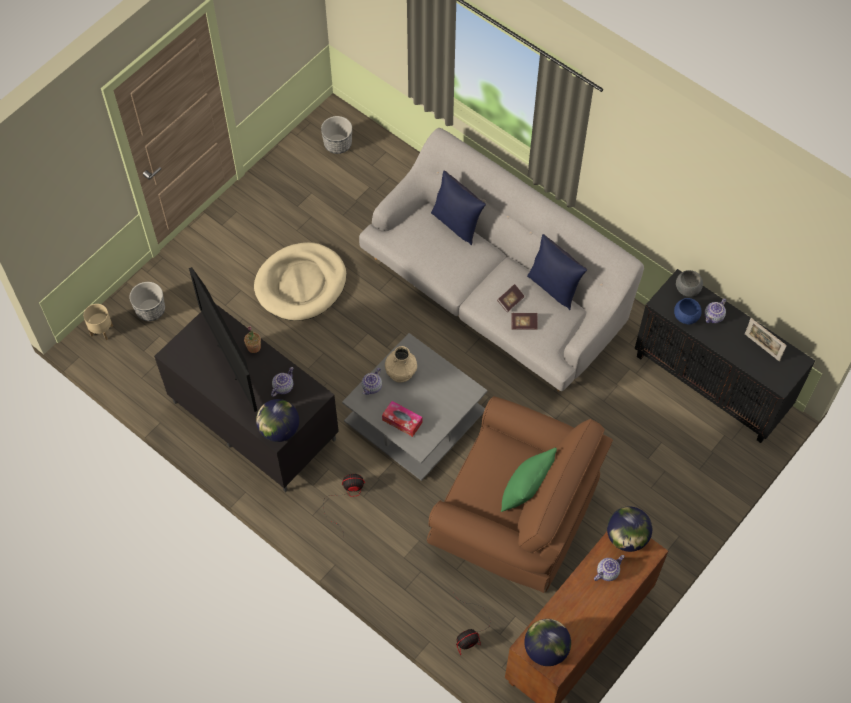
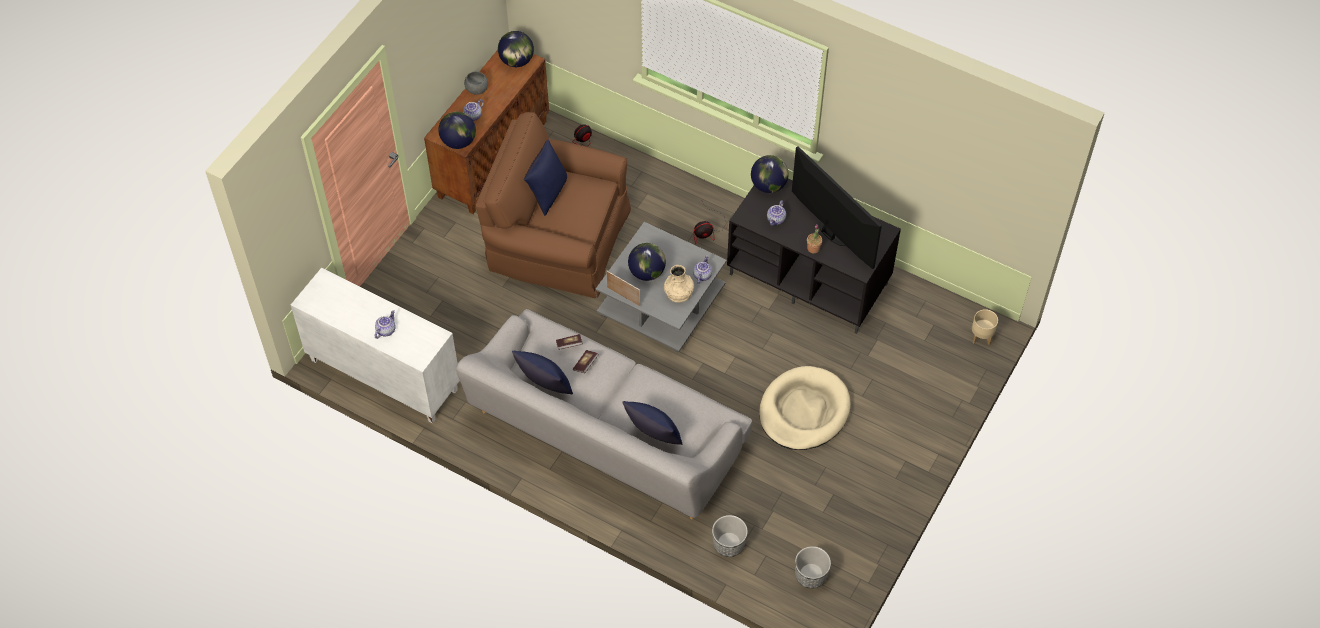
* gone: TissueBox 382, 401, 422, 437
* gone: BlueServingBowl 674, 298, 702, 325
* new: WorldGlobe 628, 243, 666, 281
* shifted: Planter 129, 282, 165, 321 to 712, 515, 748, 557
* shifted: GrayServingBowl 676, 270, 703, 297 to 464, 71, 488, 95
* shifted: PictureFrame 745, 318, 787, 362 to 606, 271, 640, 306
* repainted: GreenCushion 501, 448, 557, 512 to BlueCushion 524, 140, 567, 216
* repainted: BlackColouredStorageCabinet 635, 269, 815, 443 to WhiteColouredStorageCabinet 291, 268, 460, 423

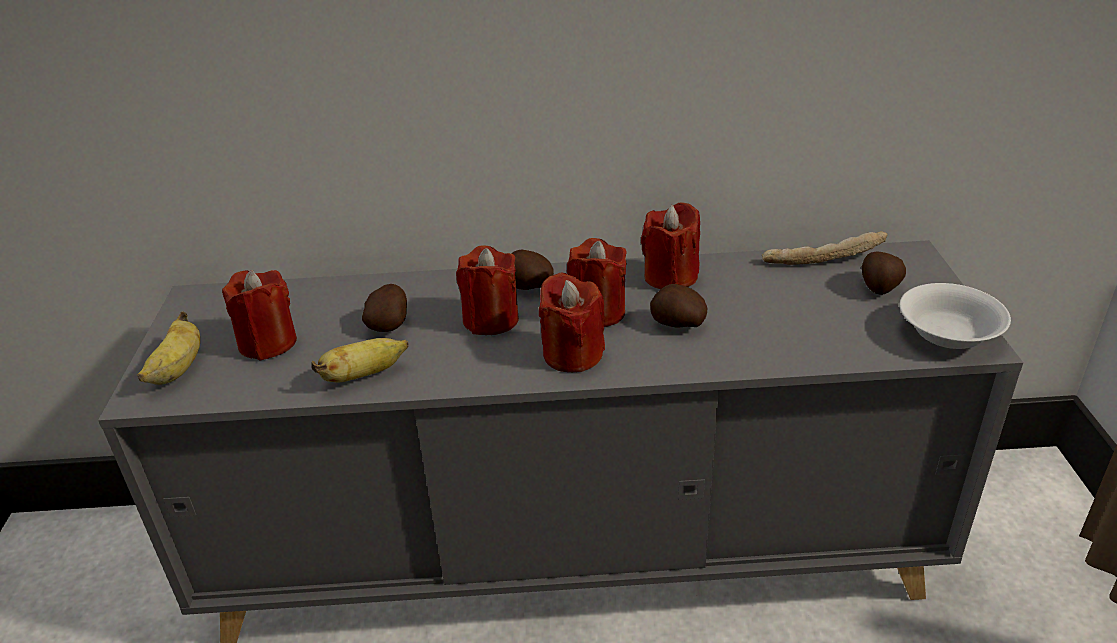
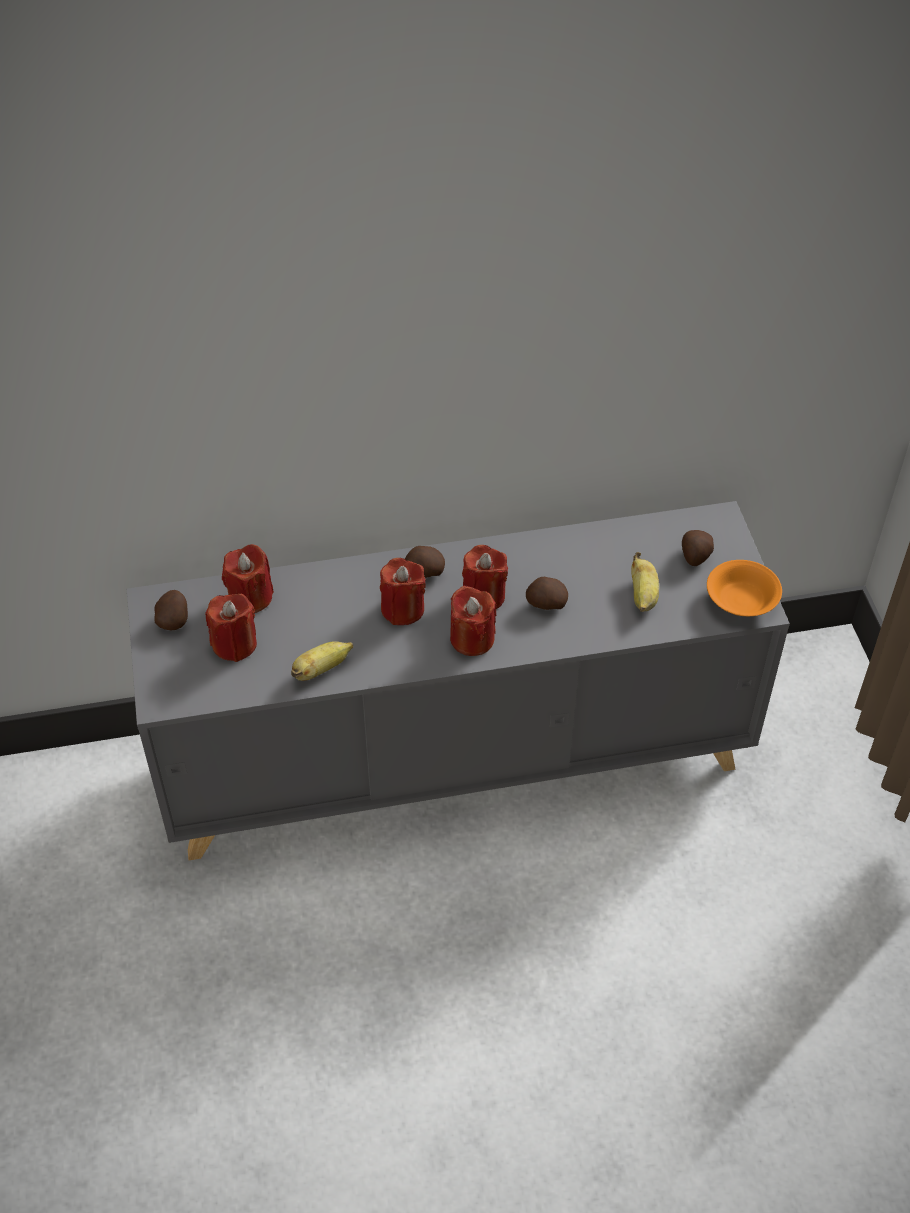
* gone: Bread 762, 231, 888, 265
* shifted: BananaFruit 137, 312, 200, 385 to 631, 552, 659, 612
* shifted: Spud 362, 284, 407, 332 to 154, 590, 188, 631
* shifted: RedCandle 641, 202, 700, 289 to 222, 544, 274, 613
* repainted: WhiteColouredServingBowl 900, 283, 1011, 349 to OrangeColouredServingBowl 707, 560, 782, 616

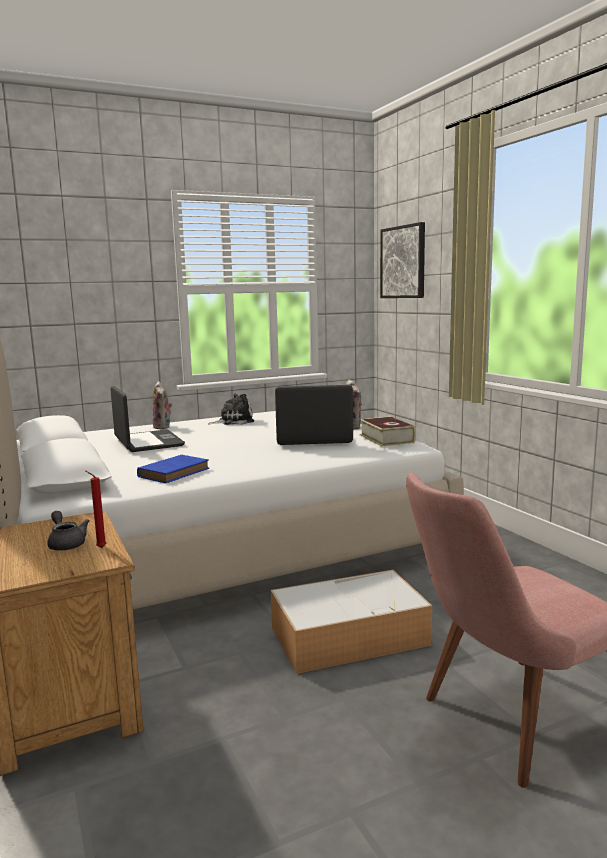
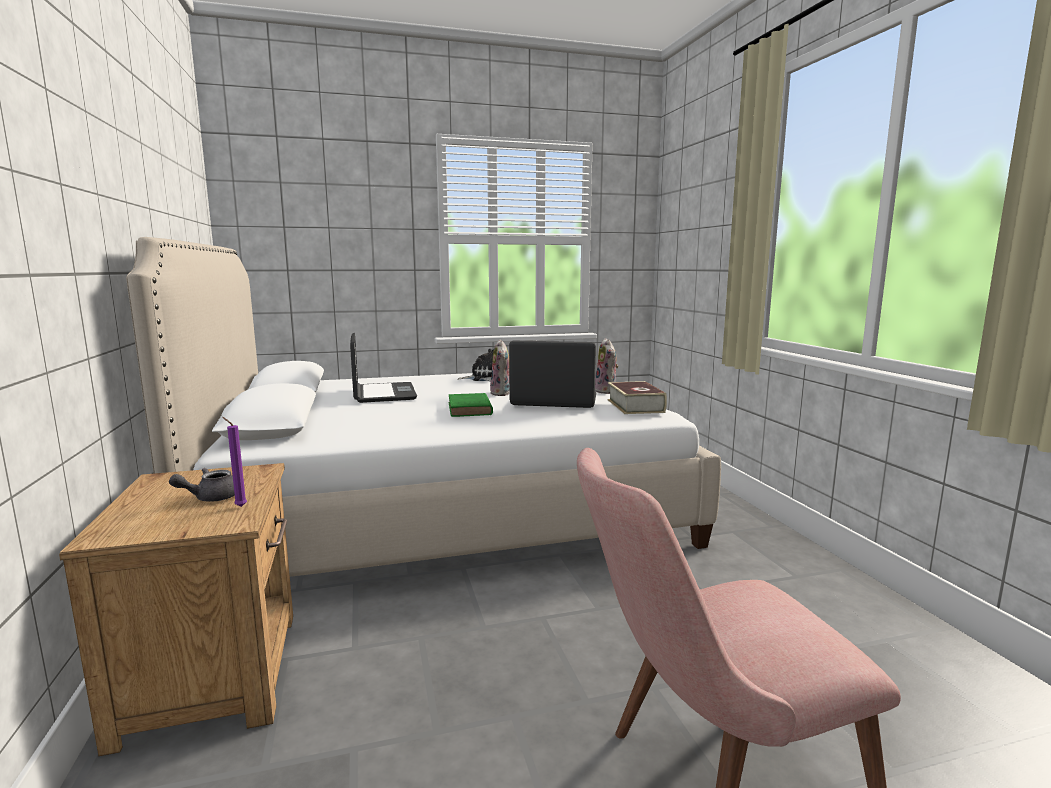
* gone: BlueBoundBook 137, 455, 209, 483
* gone: StorageBin 271, 570, 432, 674
* gone: WallPicture 380, 222, 425, 298
* new: GreenBoundBook 449, 393, 493, 417
* shifted: PlushToy 152, 381, 172, 429 to 490, 339, 509, 396
* repainted: RedCandle 86, 471, 106, 548 to PurpleCandle 222, 417, 247, 507
* rotated: GrayTeapot 47, 511, 90, 551 = 169, 468, 235, 502 105 degrees counterclockwise

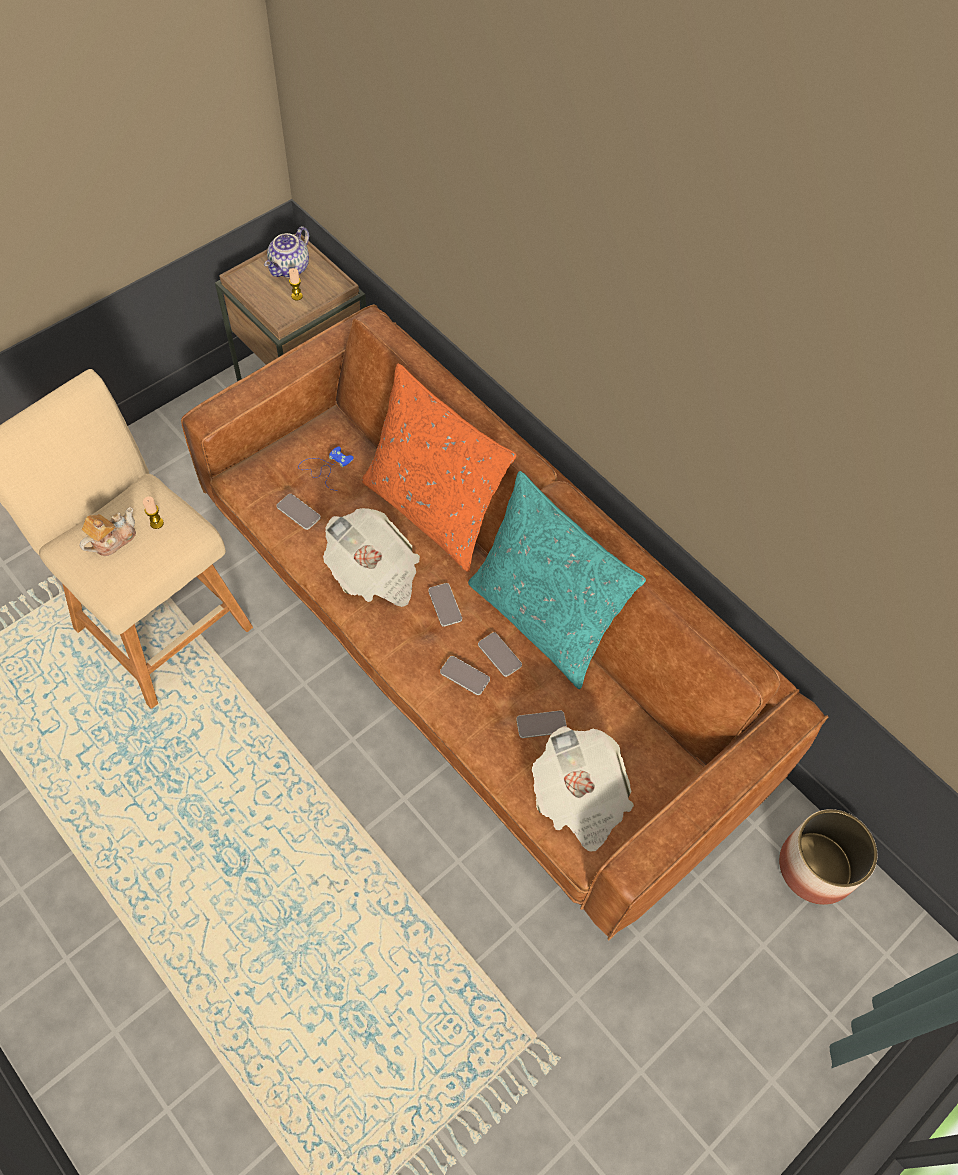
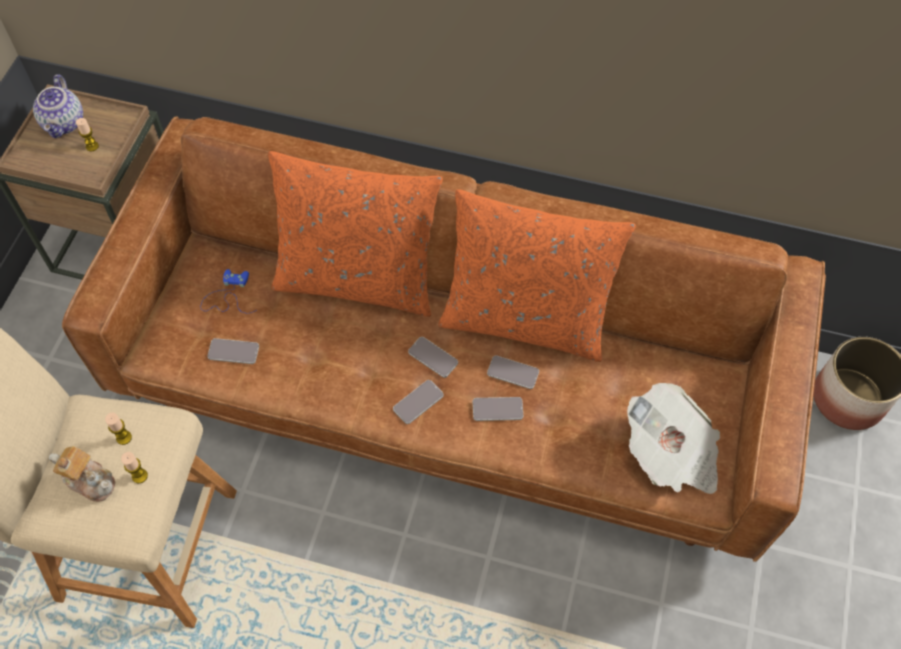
* gone: DailyPaper 323, 508, 420, 607
* new: Candle 121, 452, 148, 483
* shifted: Handset 516, 711, 567, 738 to 393, 380, 443, 424
* repainted: BlueGreenCushion 468, 471, 646, 689 to OrangeColouredCushion 438, 189, 636, 362
* rotated: Teapot 79, 507, 136, 556 = 49, 446, 115, 502 105 degrees clockwise

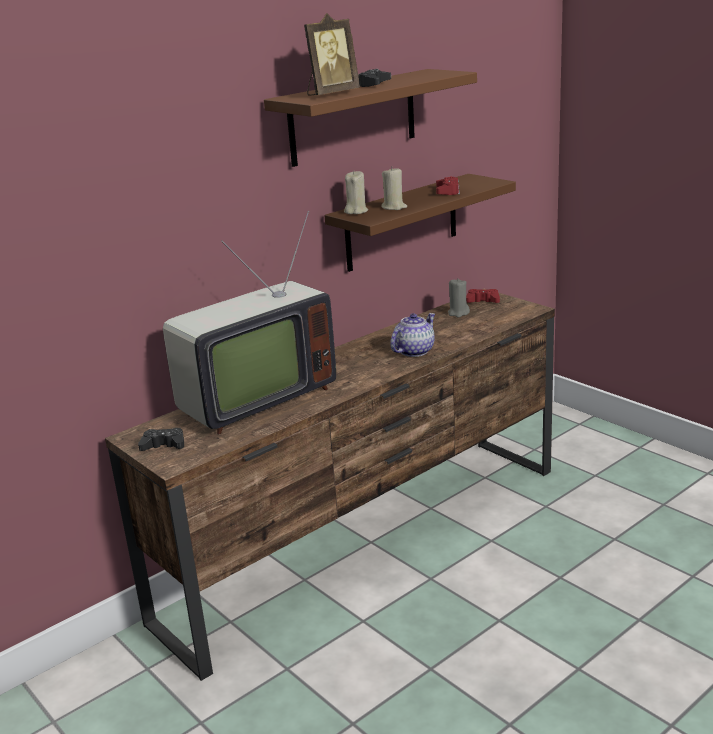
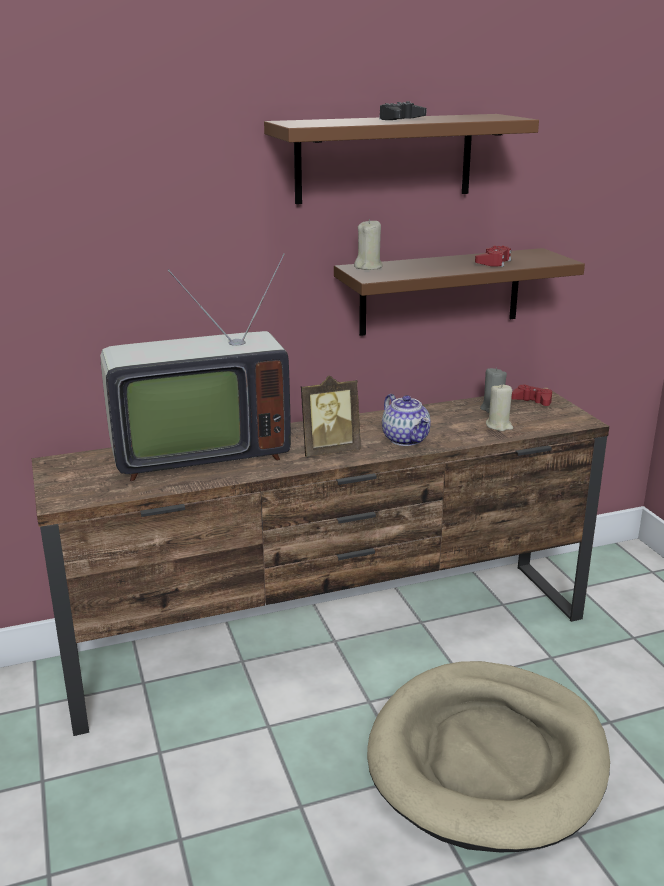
* gone: BlackColouredJoypad 138, 428, 184, 451
* new: SandColouredPetBed 367, 661, 610, 852
* shifted: PictureFrame 304, 13, 360, 96 to 301, 375, 361, 457
* shifted: SandColouredCandle 381, 167, 407, 210 to 486, 383, 513, 431
* rotated: Teapot 390, 313, 435, 357 = 382, 394, 431, 446 90 degrees clockwise

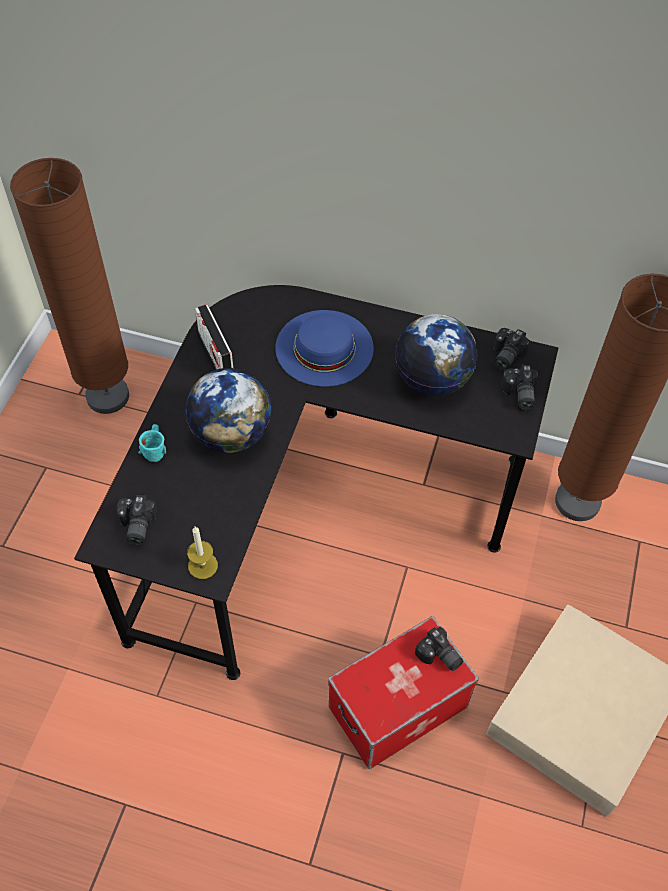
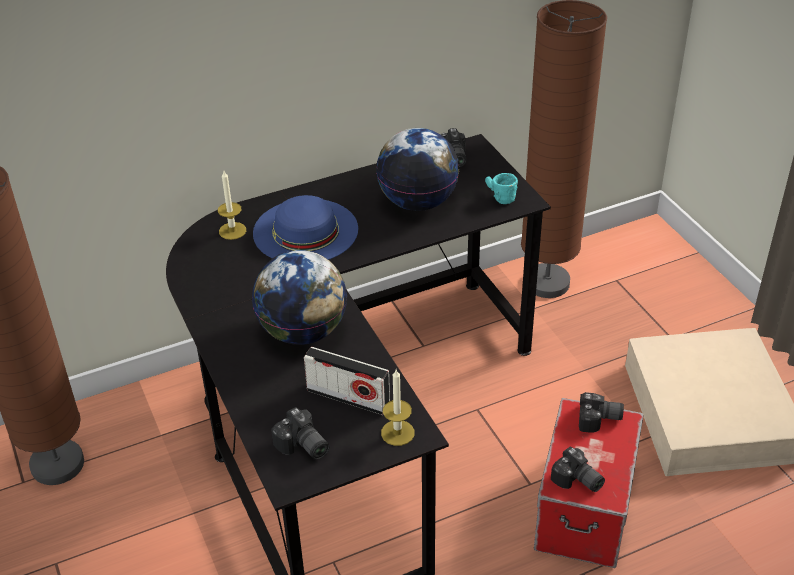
* new: Candle 218, 171, 246, 240
* shifted: BlueGreenCoffeeMug 138, 424, 166, 462 to 485, 173, 518, 204
* shifted: RadioReceiver 195, 304, 234, 370 to 304, 347, 390, 415
* shifted: PhotoCamera 501, 365, 538, 410 to 551, 446, 605, 492

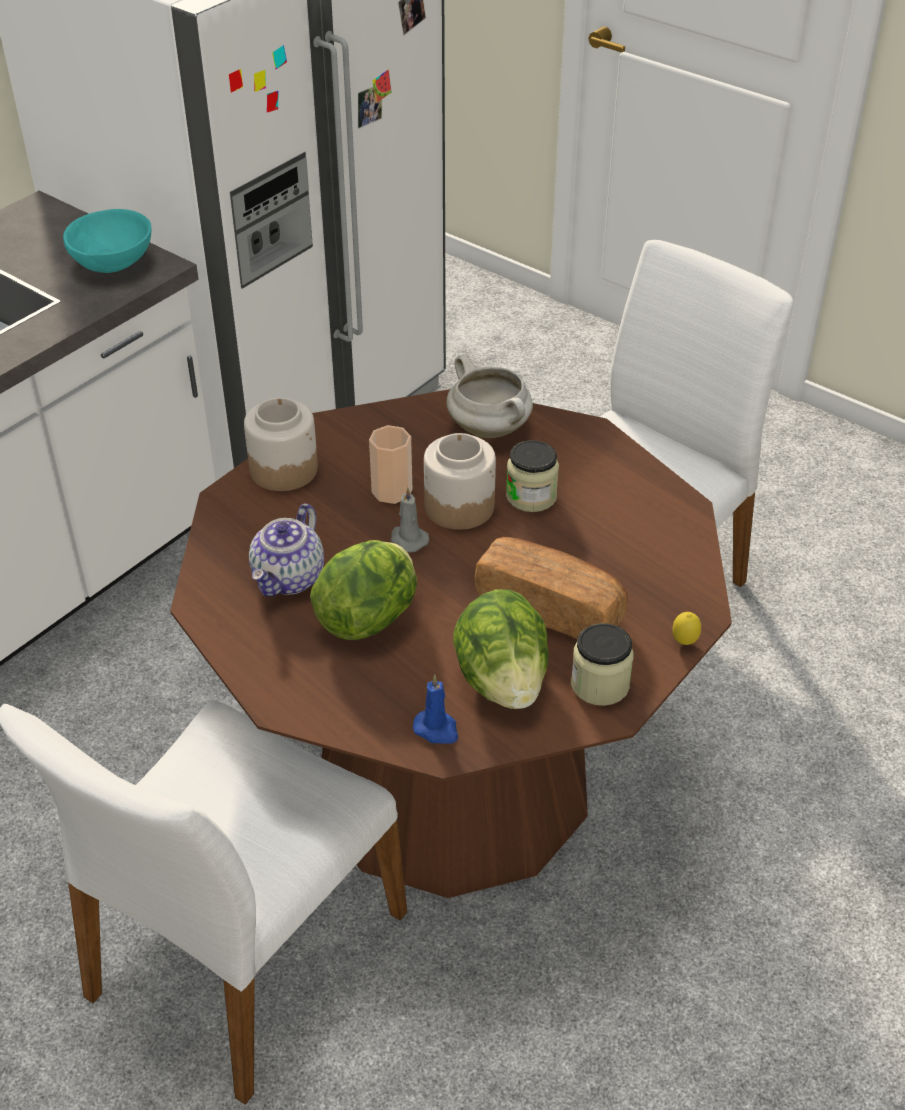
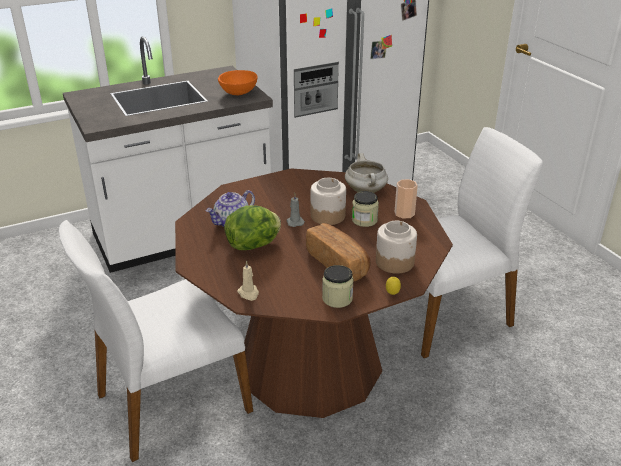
* gone: LettuceHead 453, 589, 549, 709
* shifted: Jar 244, 397, 318, 491 to 376, 221, 417, 274
* shifted: Cup 369, 425, 412, 504 to 395, 179, 418, 219
* repainted: BlueGreenServingBowl 63, 209, 151, 273 to OrangeColouredServingBowl 218, 70, 258, 95
* repainted: BlueCandle 413, 674, 458, 744 to SandColouredCandle 237, 260, 259, 301

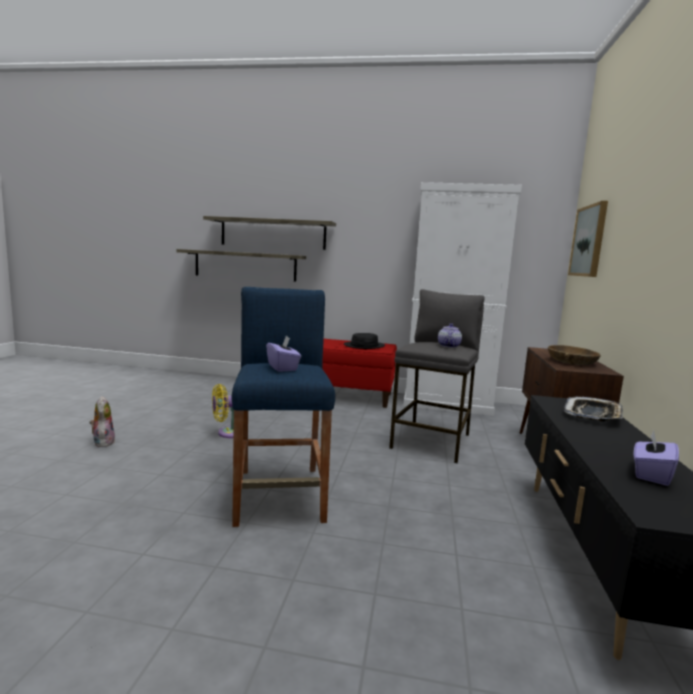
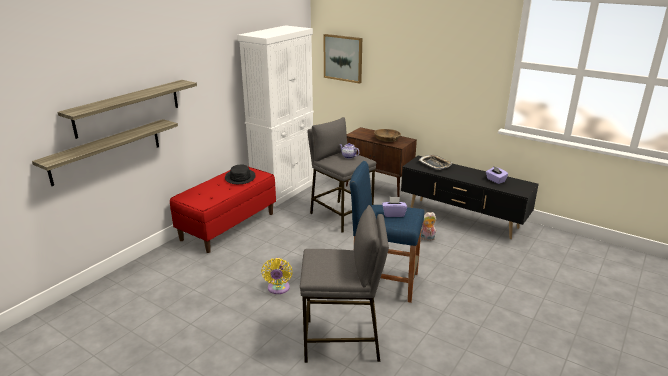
* new: GraySittingStool 300, 205, 389, 363
* shifted: PlushToy 89, 396, 115, 447 to 421, 212, 436, 241

